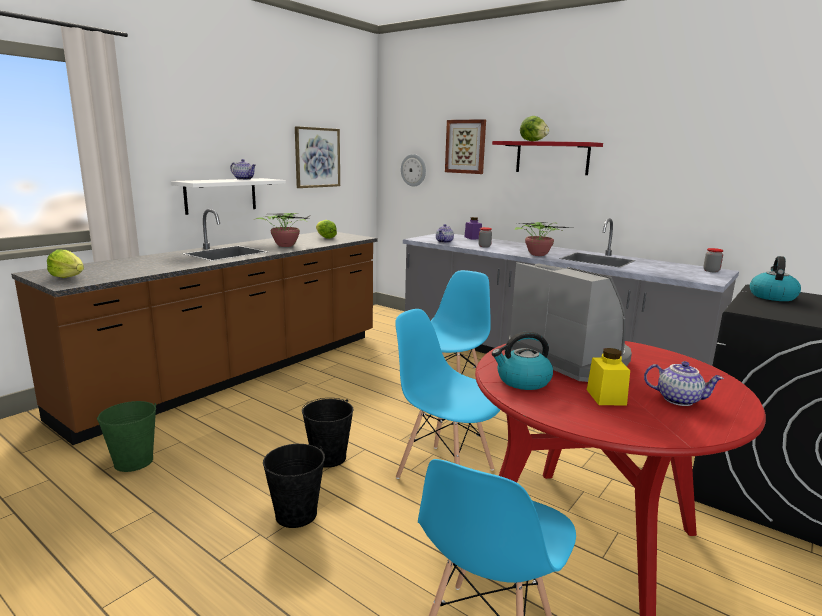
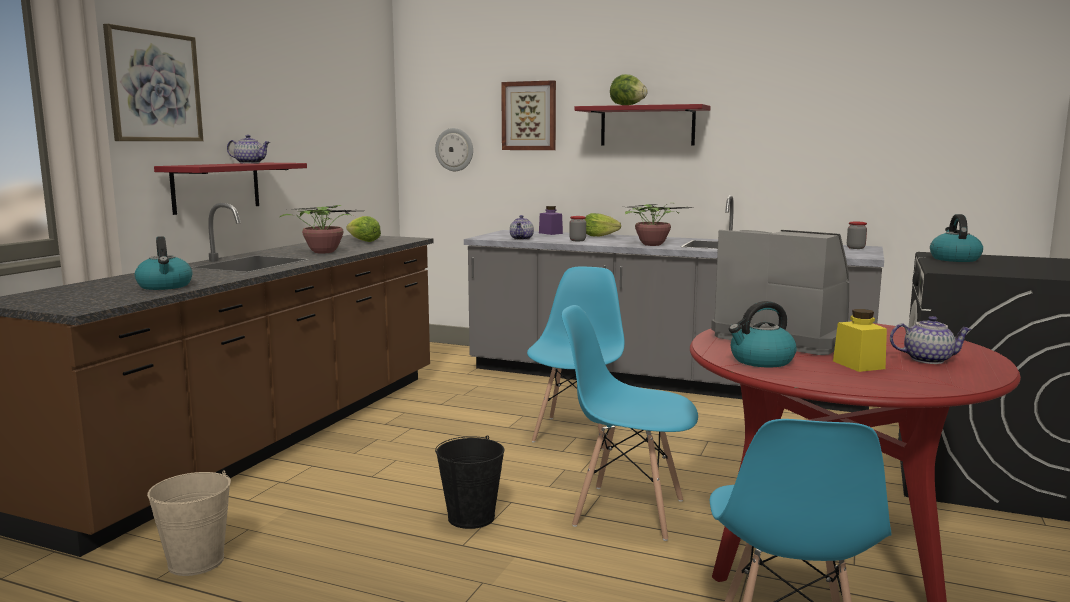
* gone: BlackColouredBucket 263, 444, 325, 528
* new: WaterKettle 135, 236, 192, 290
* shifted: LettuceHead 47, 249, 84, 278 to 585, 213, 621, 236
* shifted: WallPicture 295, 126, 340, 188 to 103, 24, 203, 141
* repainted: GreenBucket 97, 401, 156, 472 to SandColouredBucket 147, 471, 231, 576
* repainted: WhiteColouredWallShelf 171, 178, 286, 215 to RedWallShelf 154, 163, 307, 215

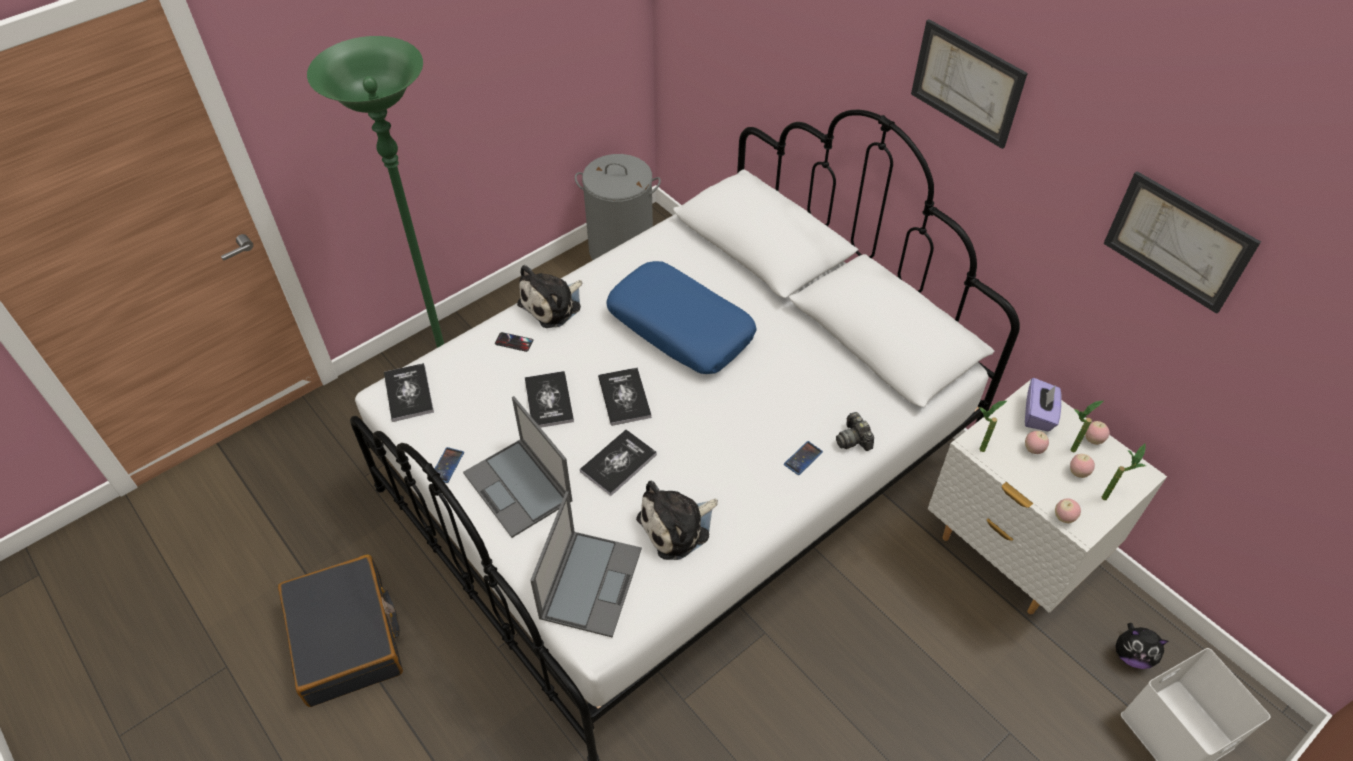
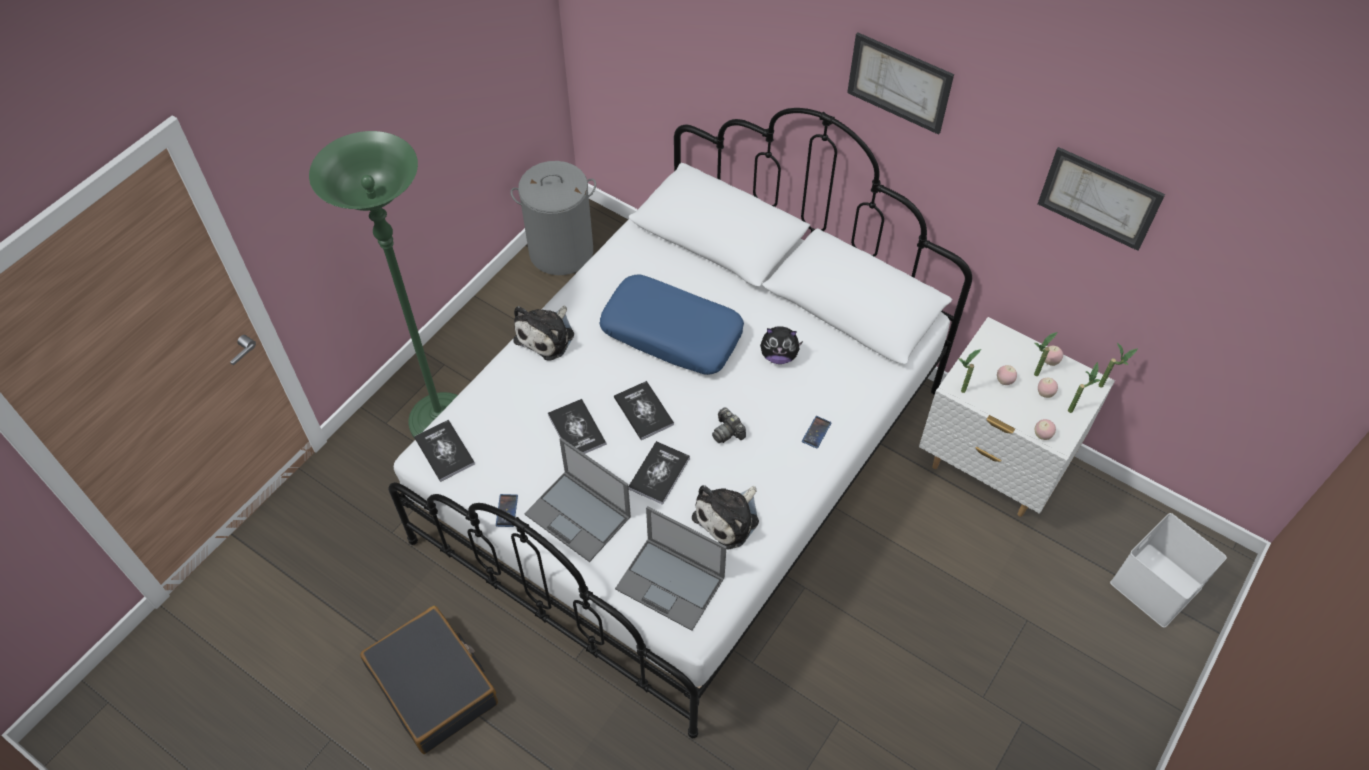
* gone: Handset 495, 332, 533, 352
* gone: PurpleTissueBox 1025, 378, 1062, 431
* new: Houseplant 1098, 343, 1138, 387
* shifted: PhotoCamera 836, 412, 874, 451 to 712, 407, 746, 443
* shifted: PlushToy 1116, 623, 1168, 669 to 760, 326, 803, 364
* rotated: Laptop 530, 491, 642, 638 = 615, 506, 727, 631 120 degrees clockwise

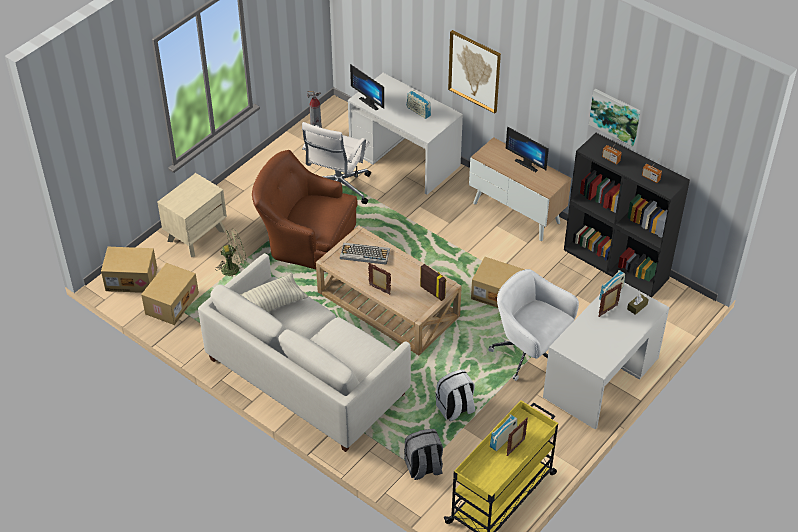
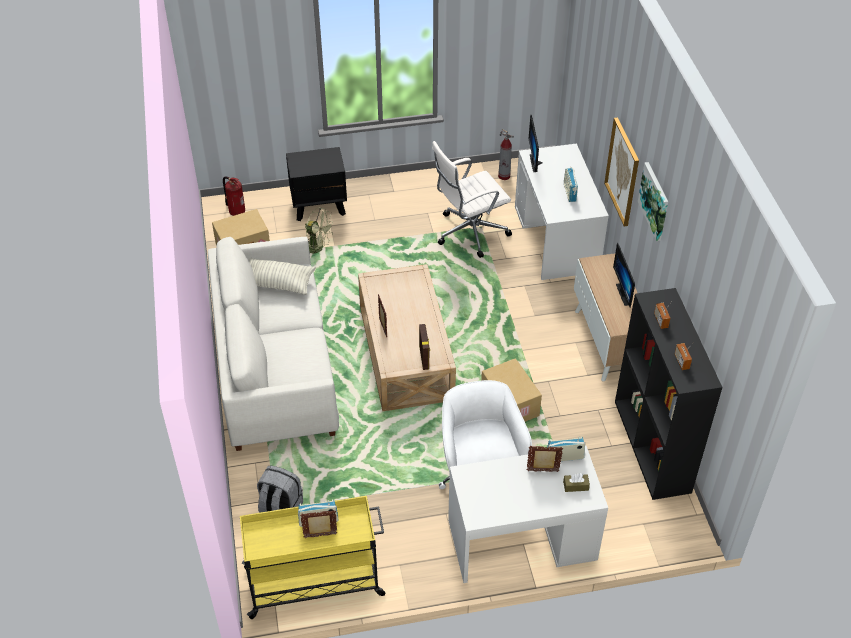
* gone: BrownColouredArmchair 252, 150, 357, 272
* gone: PcKeyboard 340, 243, 390, 265
* gone: WhiteColouredBackpack 436, 369, 475, 421
* shifted: WallPicture 589, 89, 640, 147 to 638, 162, 668, 241
* swapped: CardboardBox 101, 247, 157, 293 to FireExtinguisher 223, 176, 245, 216
* repainted: SandColouredBedsideTable 157, 173, 227, 257 to BlackColouredBedsideTable 286, 147, 347, 221

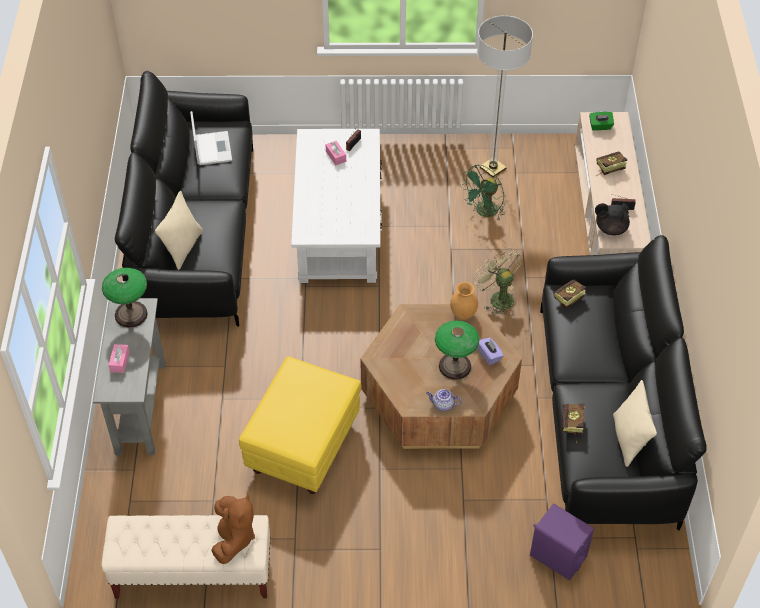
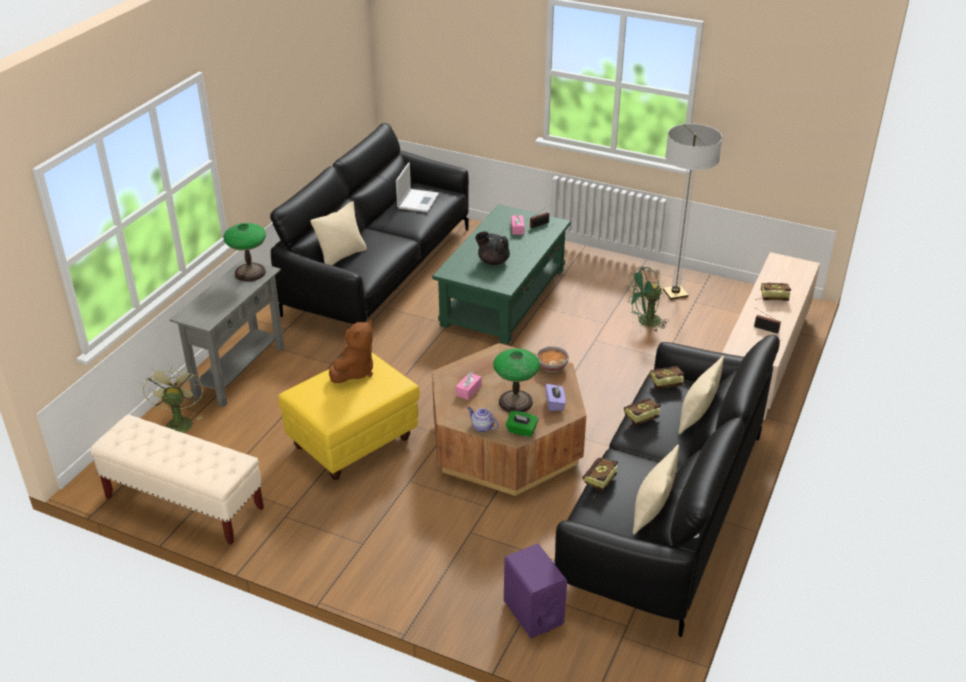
* new: BoundBook 624, 398, 661, 428
* new: SandColouredCushion 678, 356, 724, 434
* shifted: PinkTissueBox 108, 344, 129, 373 to 456, 372, 481, 400
* shifted: BrownColouredPlushToy 211, 494, 255, 564 to 329, 320, 373, 383
* shifted: GreenElectricFan 474, 248, 522, 316 to 143, 364, 203, 433
* shifted: GreenTissueBox 589, 111, 614, 131 to 506, 411, 538, 437
* shifted: BlackColouredTeapot 595, 203, 630, 235 to 475, 232, 510, 265
* swapped: BrownColouredDecorativeVase 450, 282, 478, 320 to ServingBowl 536, 346, 569, 372
* repainted: WhiteColouredLowTable 291, 129, 382, 283 to GreenLowTable 432, 204, 571, 344

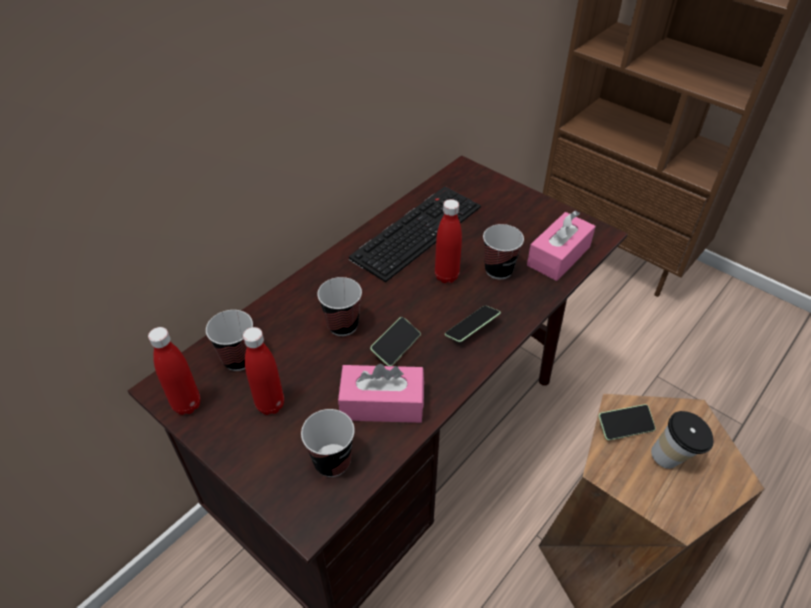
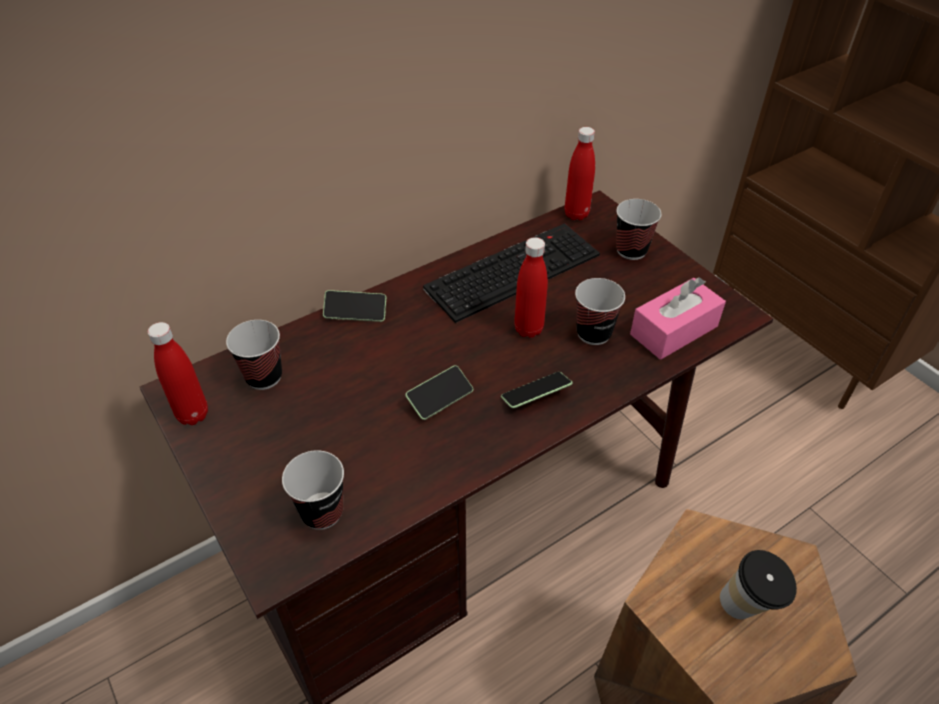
* gone: PinkTissueBox 338, 363, 424, 423
* shifted: RedDrinkBottle 243, 327, 284, 415 to 565, 127, 595, 220
* shifted: Cup 317, 277, 362, 336 to 616, 199, 661, 260
* shifted: Handset 599, 404, 656, 440 to 323, 290, 386, 322

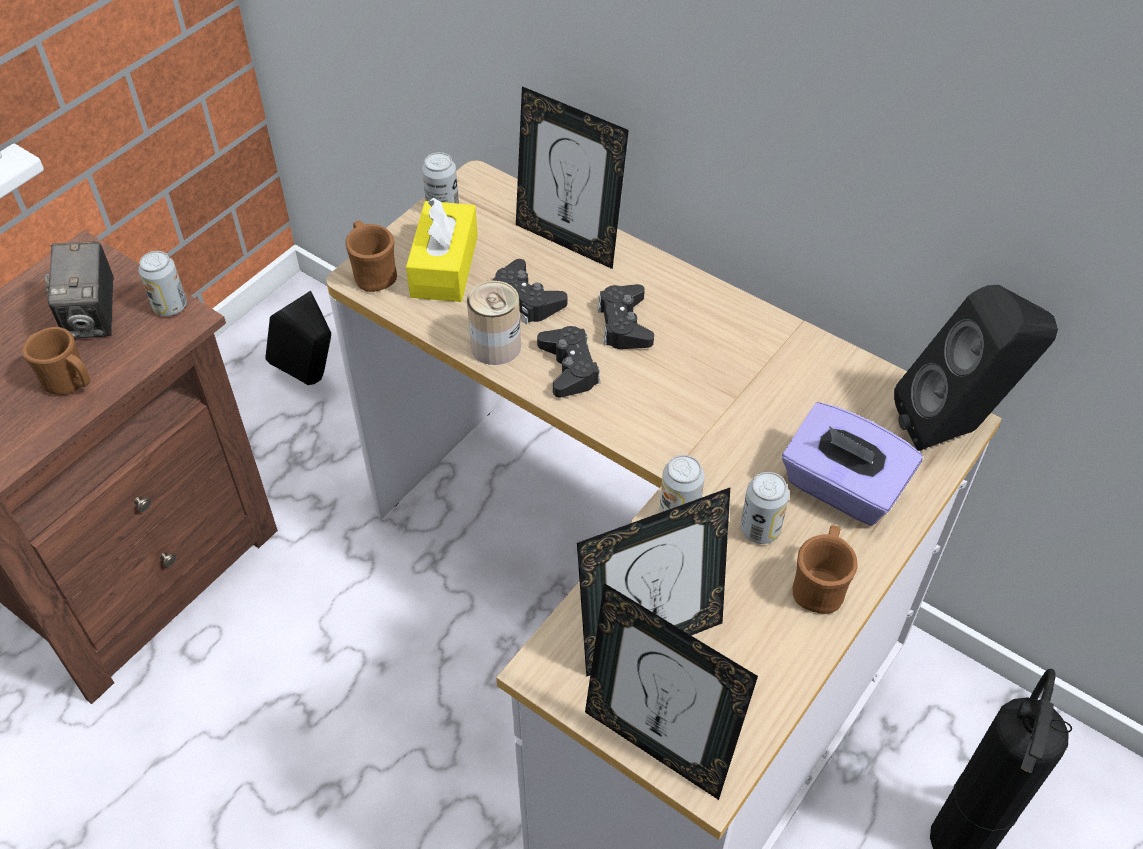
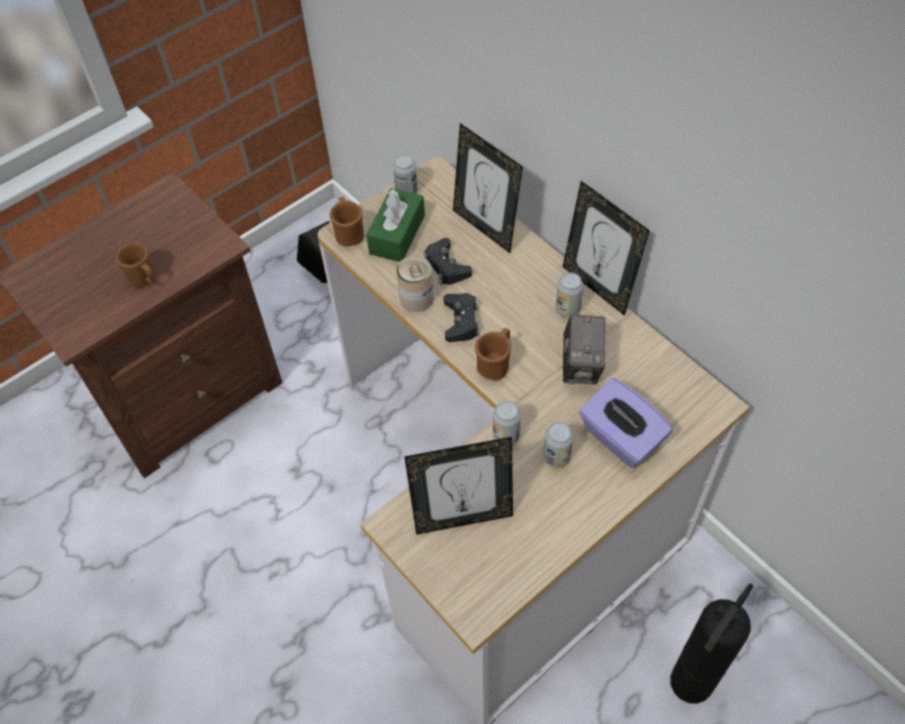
* gone: BlackColouredJoypad 597, 284, 654, 349
* gone: BlackColouredAudioSpeaker 894, 285, 1058, 451
* shifted: PhotoCamera 45, 241, 114, 339 to 563, 314, 606, 384
* shifted: SealedCan 138, 251, 187, 316 to 556, 272, 583, 318
* shifted: PictureFrame 585, 583, 758, 800 to 563, 181, 650, 316
* shifted: BrownColouredCoffeeMug 793, 525, 858, 614 to 475, 328, 511, 380
* repainted: YellowishTissueBox 406, 197, 478, 302 to GreenTissueBox 366, 188, 425, 262

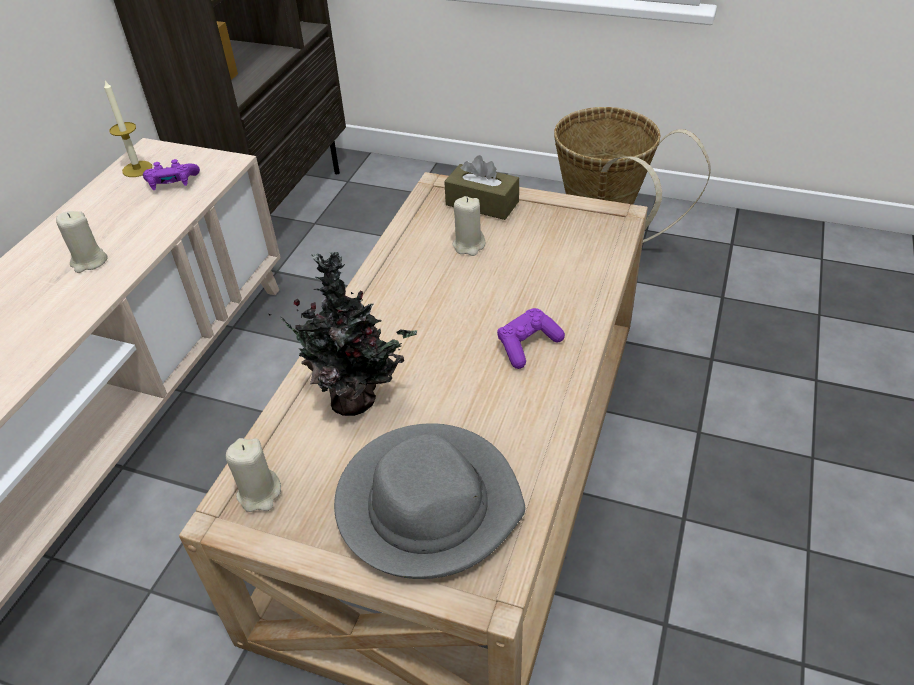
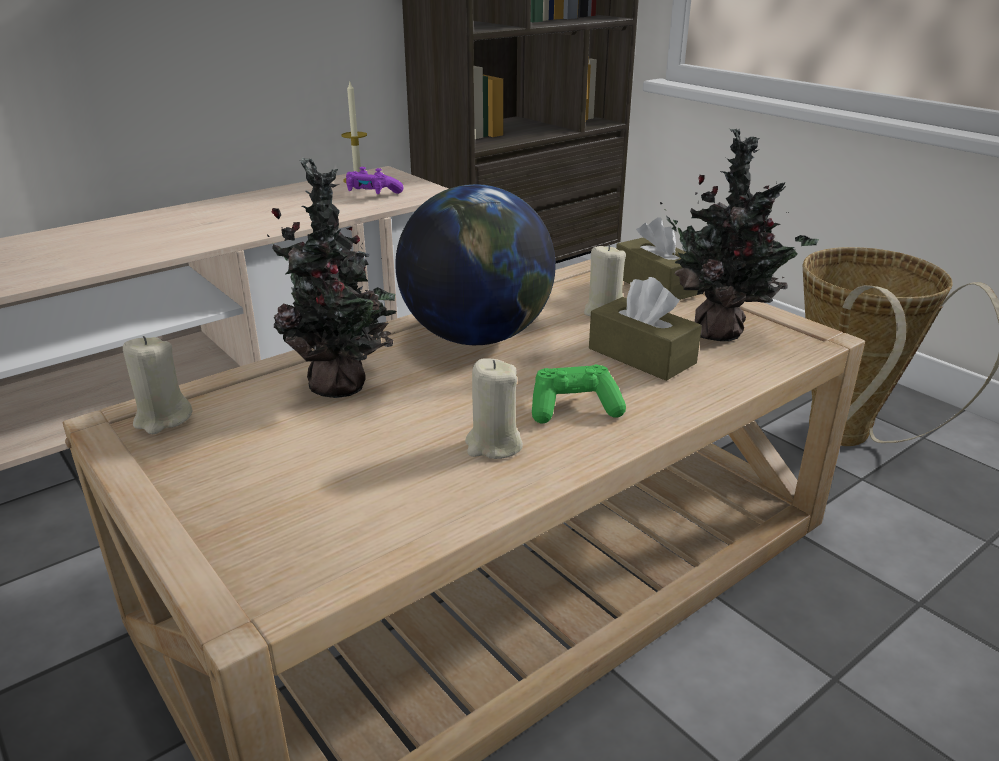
* gone: GrayClothingHat 334, 423, 525, 579
* new: WorldGlobe 395, 184, 555, 345
* new: BrownColouredTissueBox 589, 277, 702, 381
* new: Houseplant 660, 129, 819, 341
* shifted: SandColouredCandle 56, 211, 108, 273 to 465, 359, 523, 459
* repainted: PurpleJoypad 497, 308, 565, 369 to GreenJoypad 532, 364, 626, 423

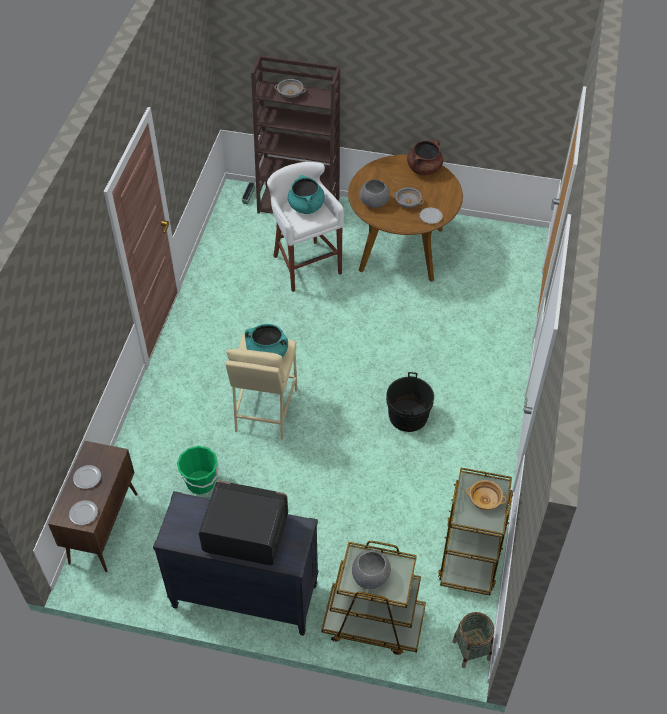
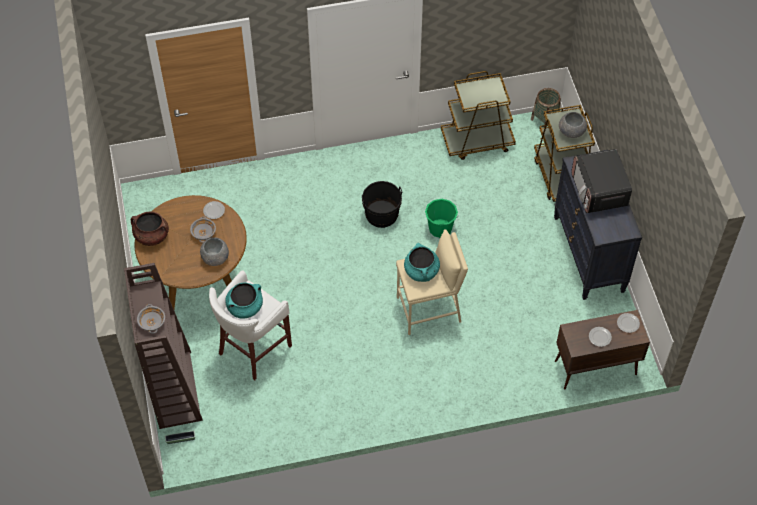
* gone: SandColouredServingBowl 466, 480, 506, 510
* shifted: GreenBucket 177, 446, 219, 494 to 425, 199, 458, 238

